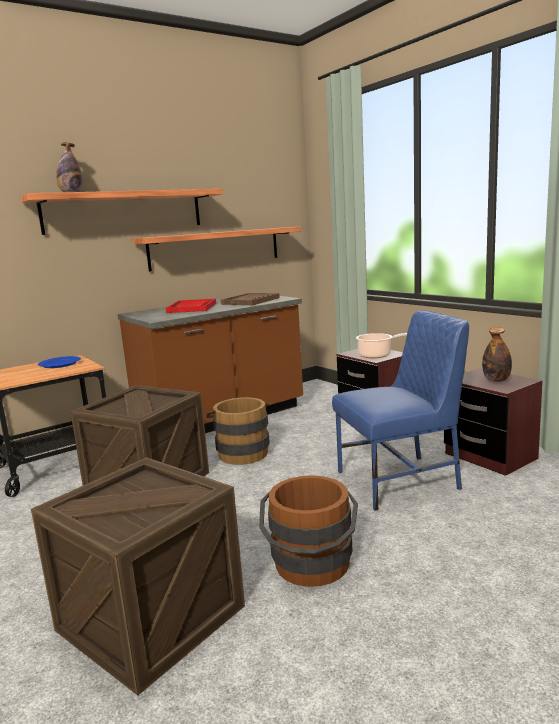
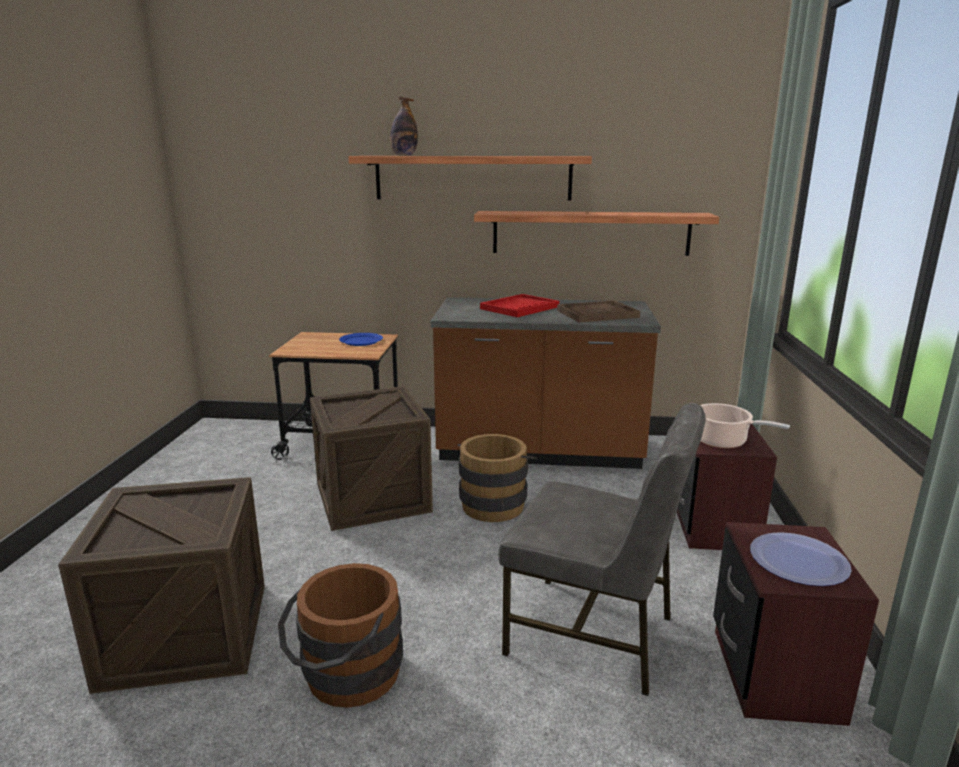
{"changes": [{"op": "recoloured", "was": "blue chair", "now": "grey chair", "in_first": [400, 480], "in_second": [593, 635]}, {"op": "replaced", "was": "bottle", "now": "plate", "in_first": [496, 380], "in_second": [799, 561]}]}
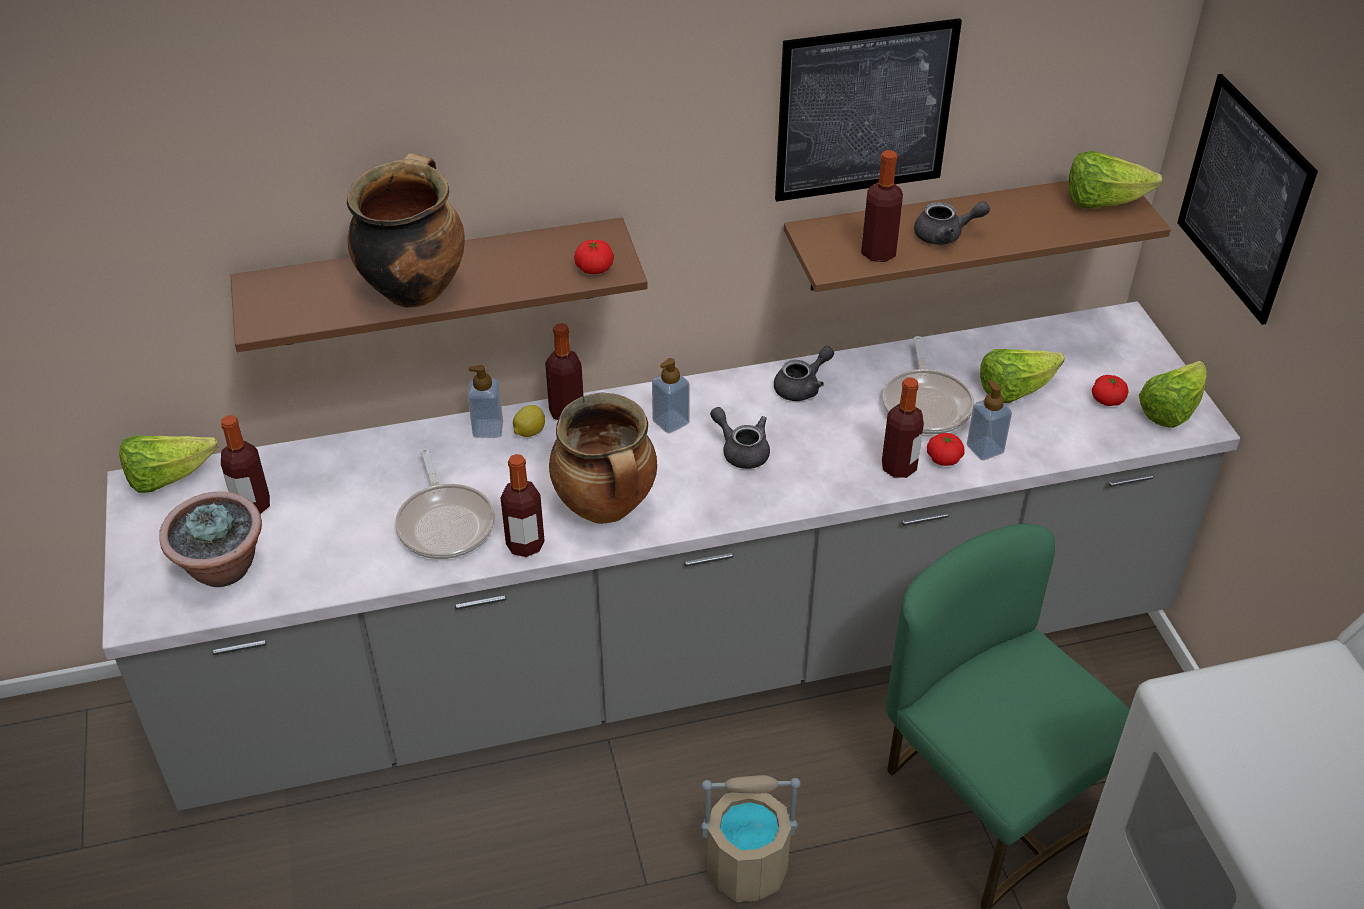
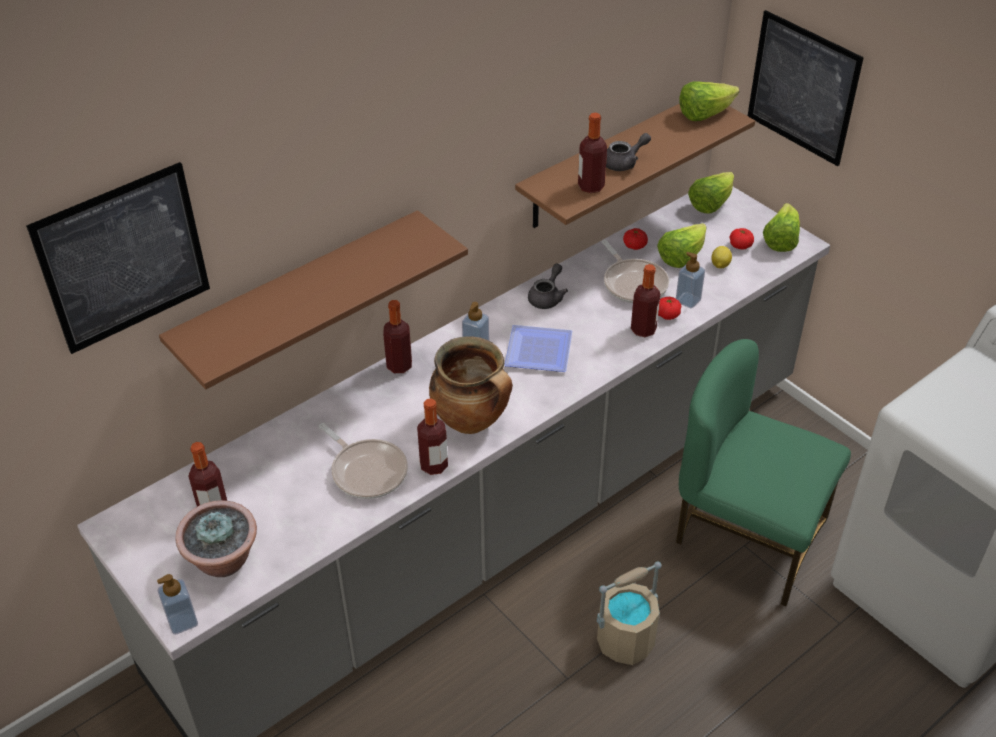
{"changes": [{"op": "moved", "was": "picture", "in_first": [864, 111], "in_second": [123, 258]}, {"op": "moved", "was": "soap dispenser", "in_first": [488, 429], "in_second": [182, 621]}, {"op": "replaced", "was": "grey teapot", "now": "plate", "in_first": [741, 450], "in_second": [536, 352]}, {"op": "moved", "was": "tomato", "in_first": [594, 268], "in_second": [634, 246]}, {"op": "moved", "was": "lettuce", "in_first": [168, 477], "in_second": [710, 204]}, {"op": "moved", "was": "lemon", "in_first": [529, 432], "in_second": [720, 265]}, {"op": "removed", "was": "cooking pot", "in_first": [414, 288]}]}
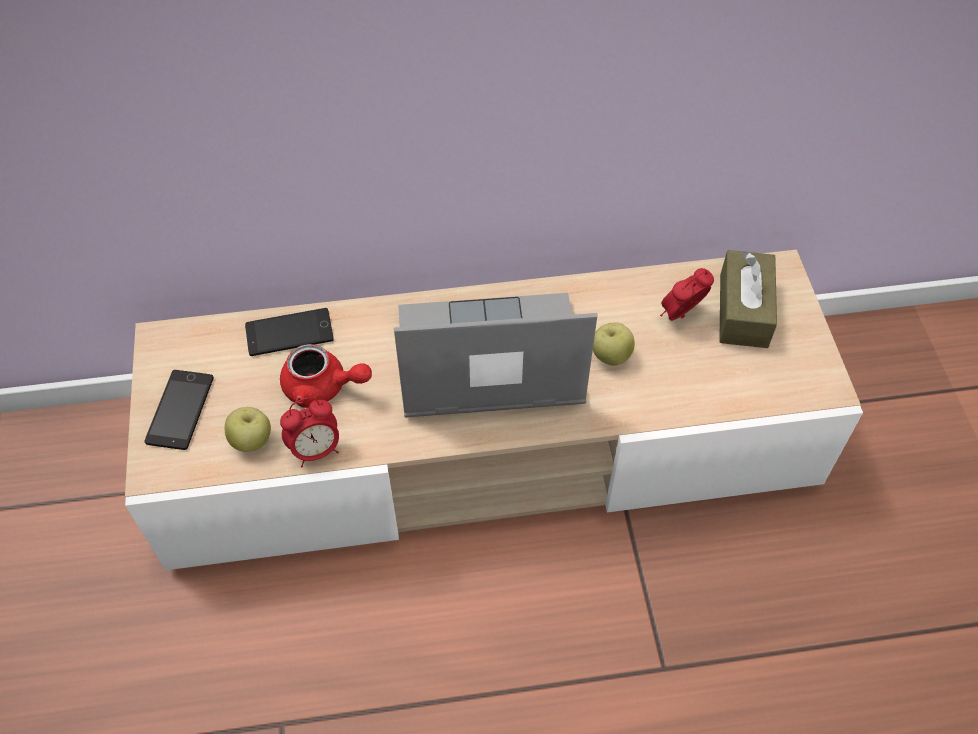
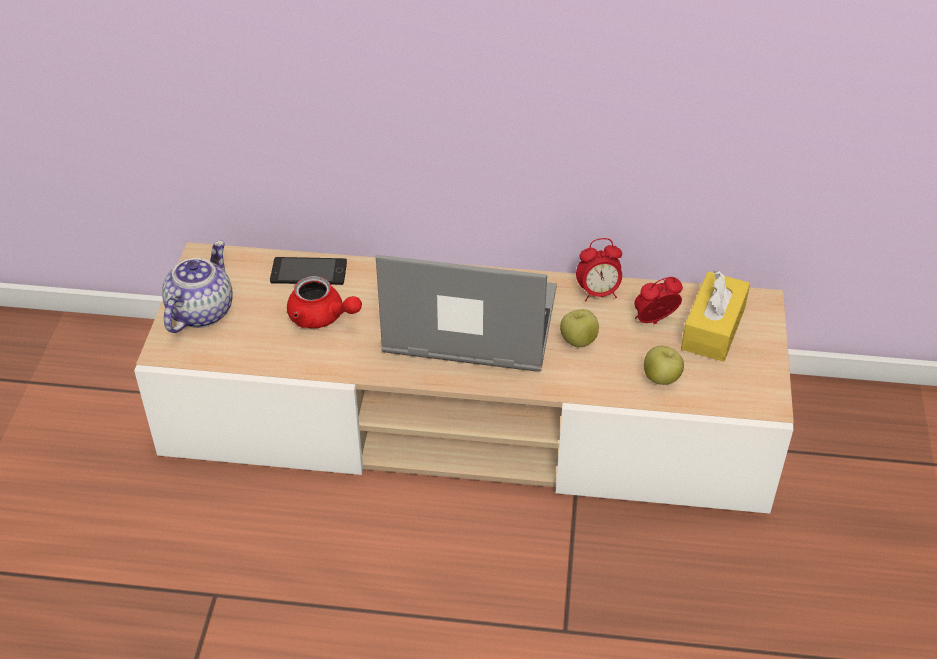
{"changes": [{"op": "replaced", "was": "phone", "now": "teapot", "in_first": [180, 410], "in_second": [200, 311]}, {"op": "moved", "was": "alarm clock", "in_first": [316, 450], "in_second": [598, 293]}, {"op": "moved", "was": "apple", "in_first": [251, 440], "in_second": [661, 378]}, {"op": "recoloured", "was": "brown tissue box", "now": "yellow tissue box", "in_first": [743, 310], "in_second": [713, 328]}]}
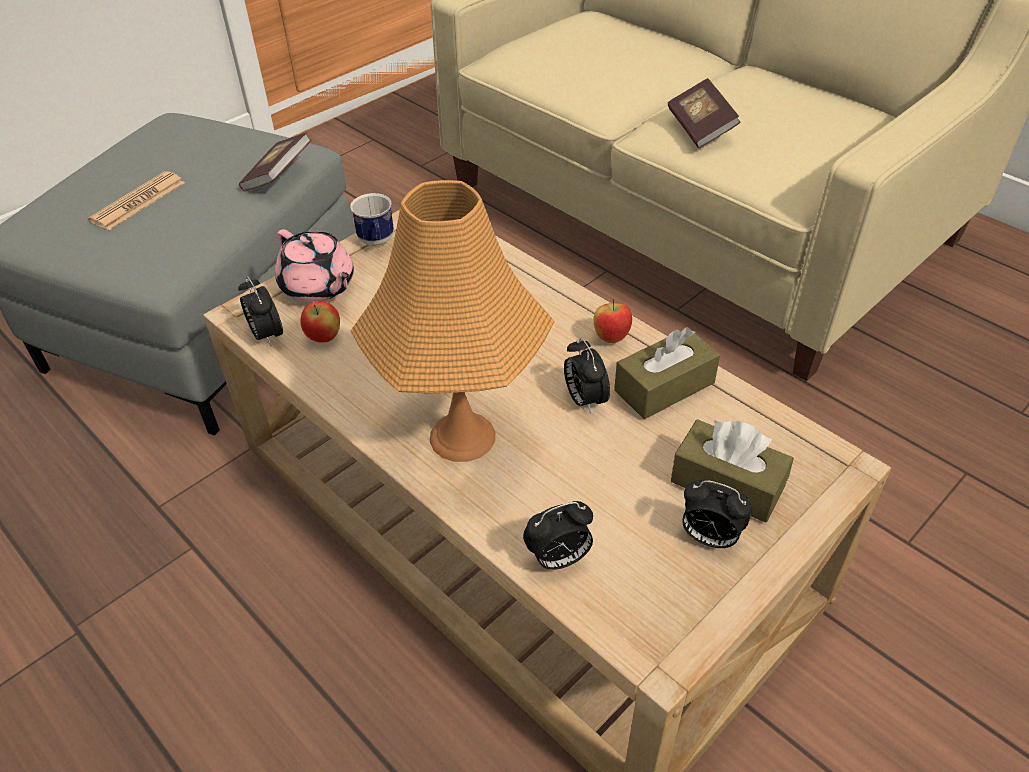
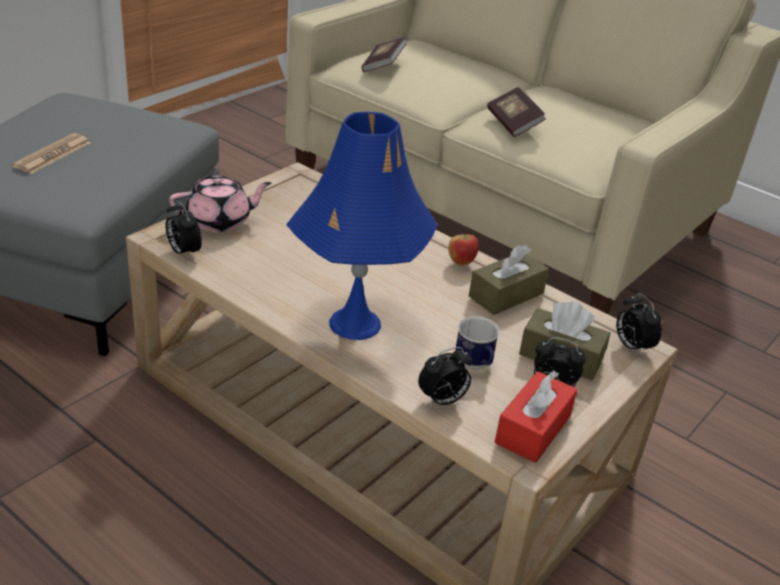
{"changes": [{"op": "turned", "was": "pink teapot", "in_first": [318, 287], "in_second": [220, 221], "clockwise": -60}, {"op": "recoloured", "was": "orange table lamp", "now": "blue table lamp", "in_first": [462, 436], "in_second": [354, 323]}, {"op": "moved", "was": "book", "in_first": [278, 176], "in_second": [383, 66]}, {"op": "moved", "was": "mug", "in_first": [377, 242], "in_second": [475, 366]}, {"op": "added", "now": "red tissue box", "in_second": [533, 429]}, {"op": "moved", "was": "alarm clock", "in_first": [584, 399], "in_second": [631, 346]}, {"op": "removed", "was": "apple", "in_first": [324, 337]}]}
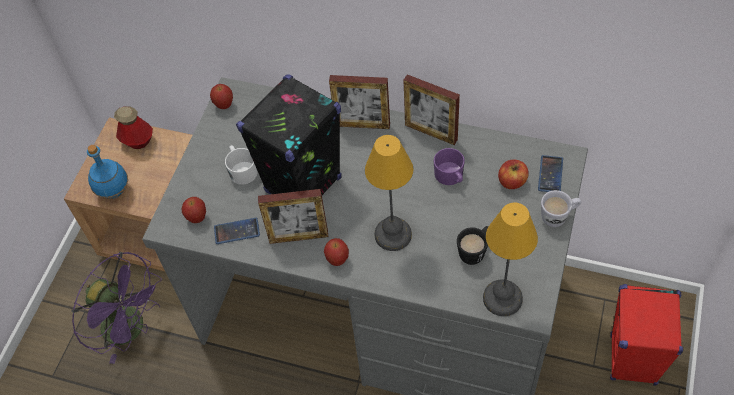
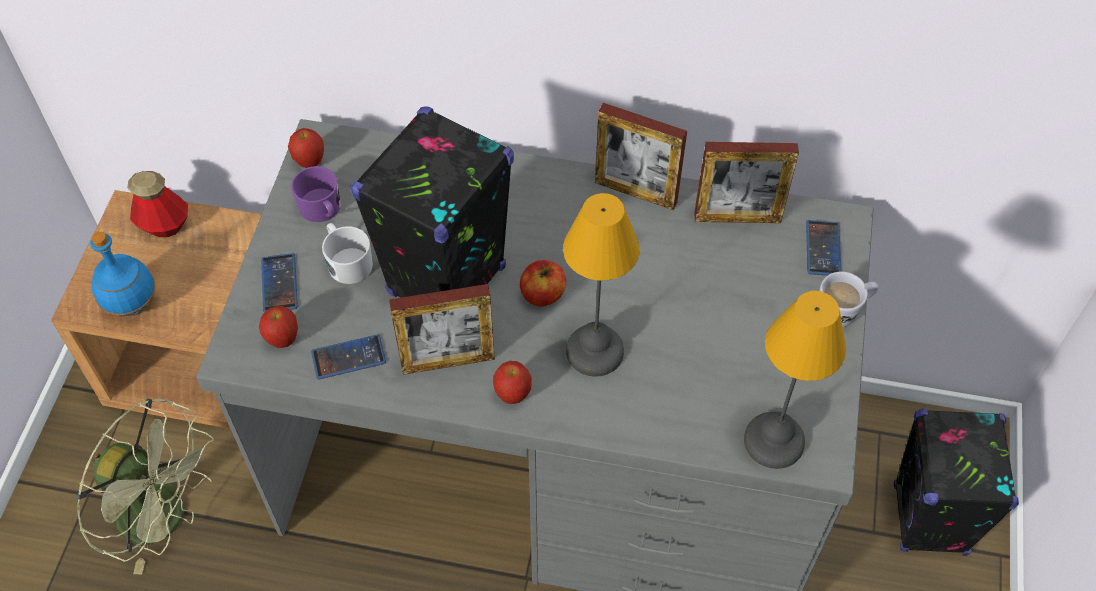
{"changes": [{"op": "recoloured", "was": "purple fan", "now": "green fan", "in_first": [132, 328], "in_second": [166, 517]}, {"op": "added", "now": "phone", "in_second": [279, 283]}, {"op": "moved", "was": "purple mug", "in_first": [450, 176], "in_second": [322, 209]}, {"op": "moved", "was": "apple", "in_first": [512, 181], "in_second": [542, 294]}, {"op": "moved", "was": "picture frame", "in_first": [362, 124], "in_second": [737, 217]}, {"op": "recoloured", "was": "red speaker", "now": "black speaker", "in_first": [632, 360], "in_second": [929, 520]}, {"op": "removed", "was": "black mug", "in_first": [475, 251]}]}
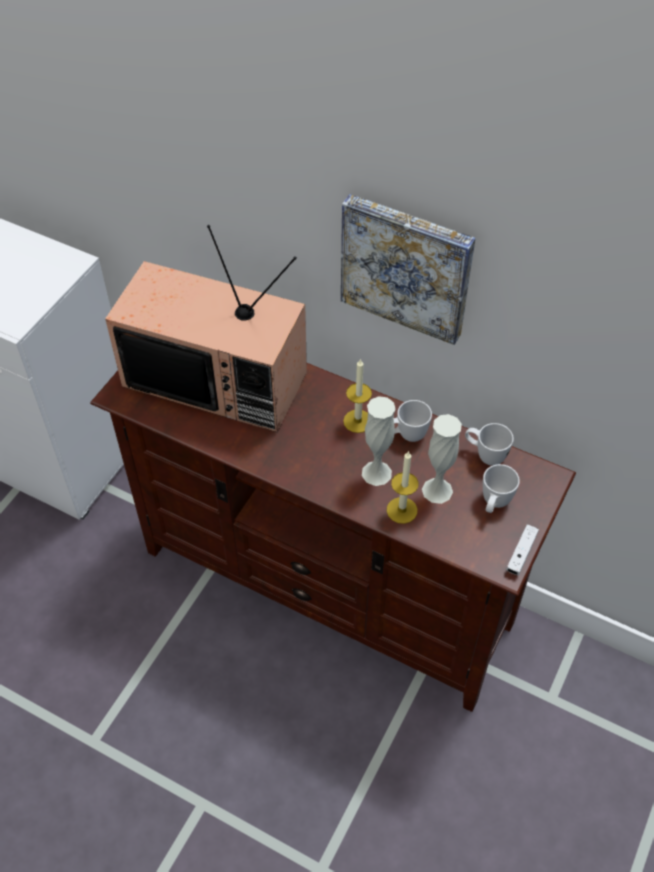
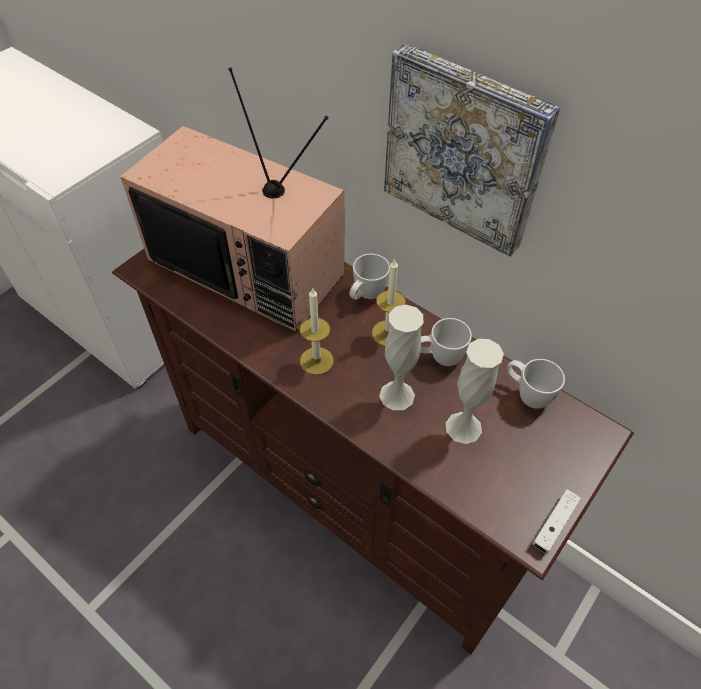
{"changes": [{"op": "moved", "was": "candle", "in_first": [402, 510], "in_second": [316, 361]}, {"op": "moved", "was": "white mug", "in_first": [494, 504], "in_second": [366, 296]}]}
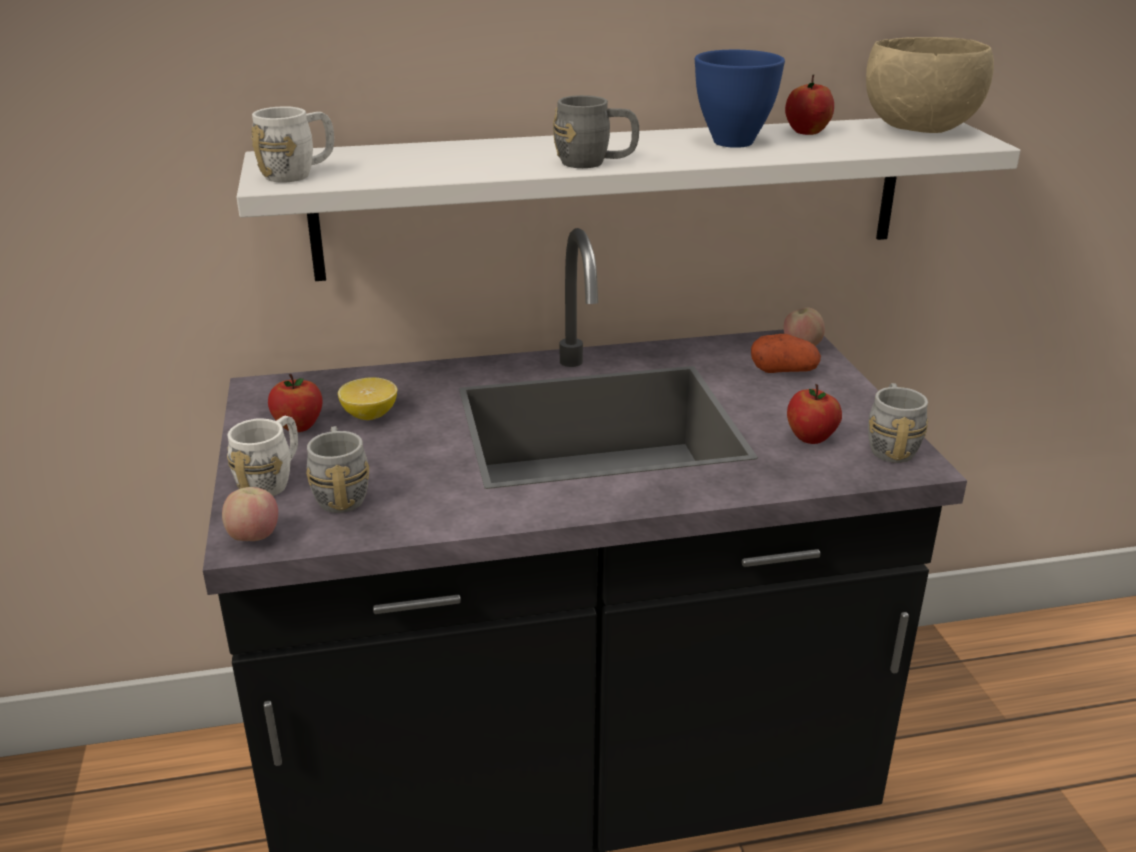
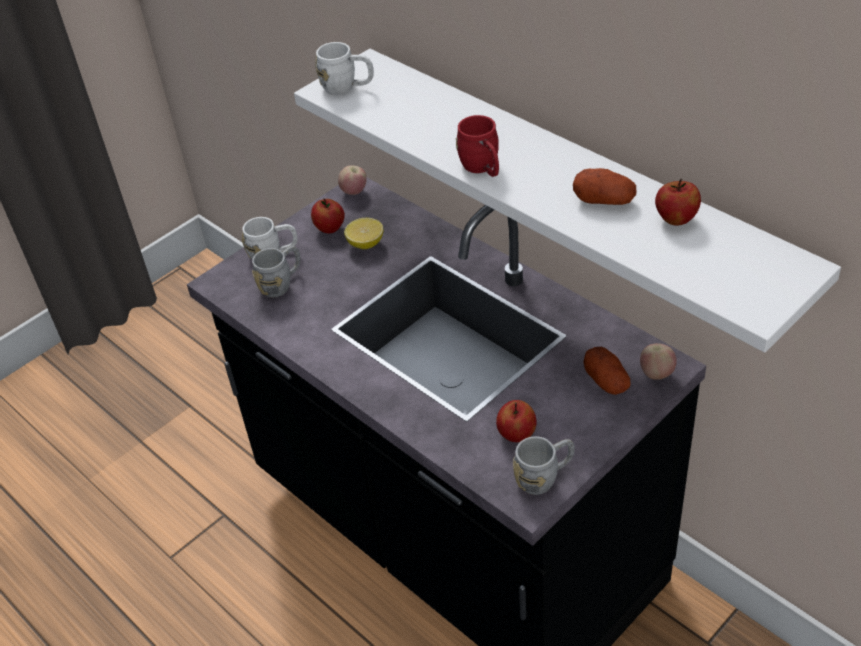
{"changes": [{"op": "moved", "was": "apple", "in_first": [254, 538], "in_second": [354, 192]}, {"op": "recoloured", "was": "grey mug", "now": "red mug", "in_first": [595, 163], "in_second": [483, 169]}, {"op": "replaced", "was": "blue bowl", "now": "potato", "in_first": [735, 142], "in_second": [604, 200]}, {"op": "removed", "was": "beige bowl", "in_first": [921, 130]}]}
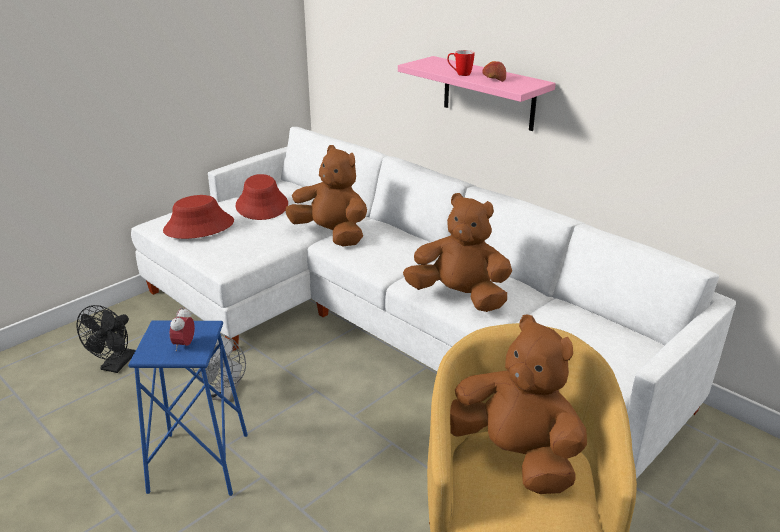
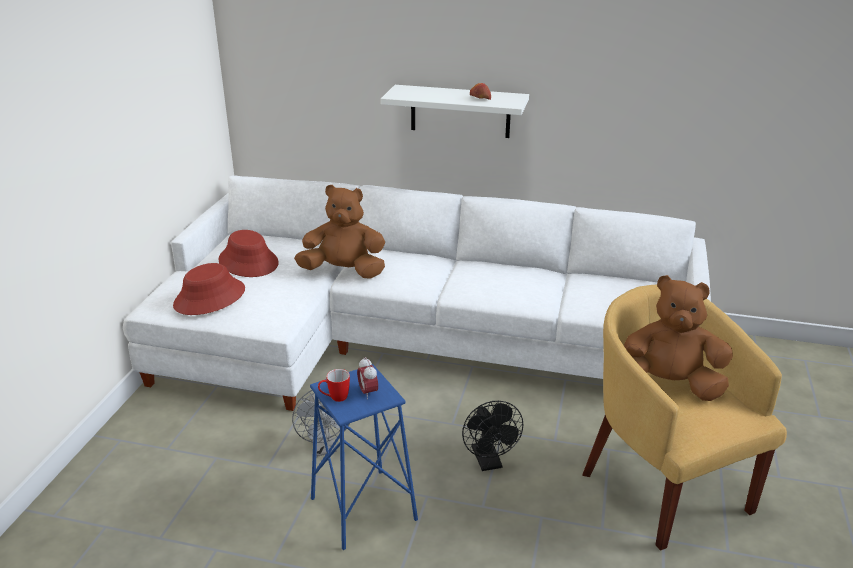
{"changes": [{"op": "moved", "was": "mug", "in_first": [459, 74], "in_second": [334, 398]}, {"op": "recoloured", "was": "pink shelf", "now": "white shelf", "in_first": [488, 93], "in_second": [460, 111]}, {"op": "moved", "was": "black fan", "in_first": [116, 366], "in_second": [489, 462]}, {"op": "removed", "was": "brown plush toy", "in_first": [459, 297]}]}
